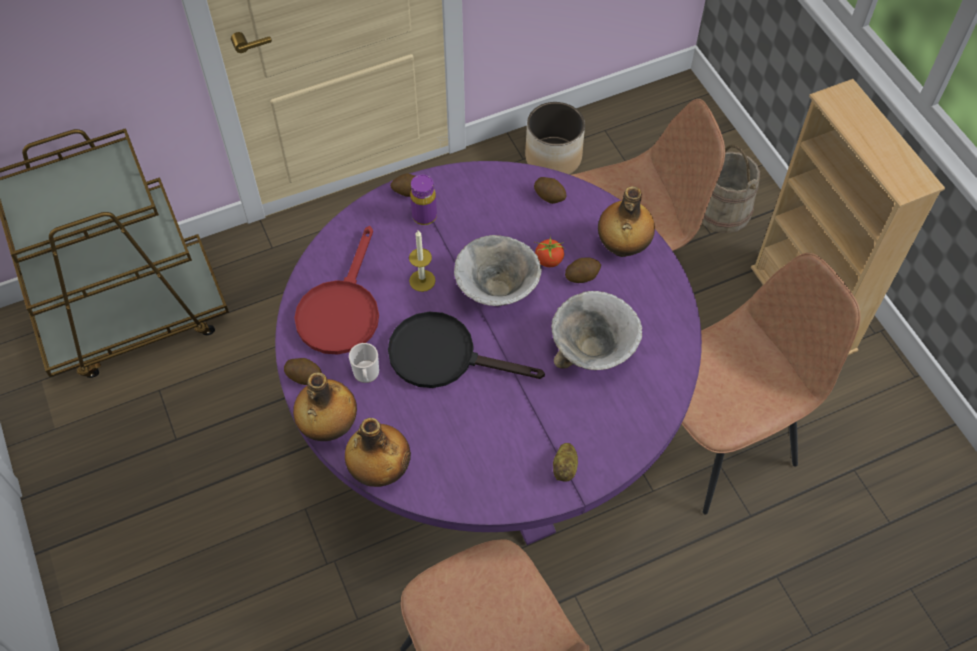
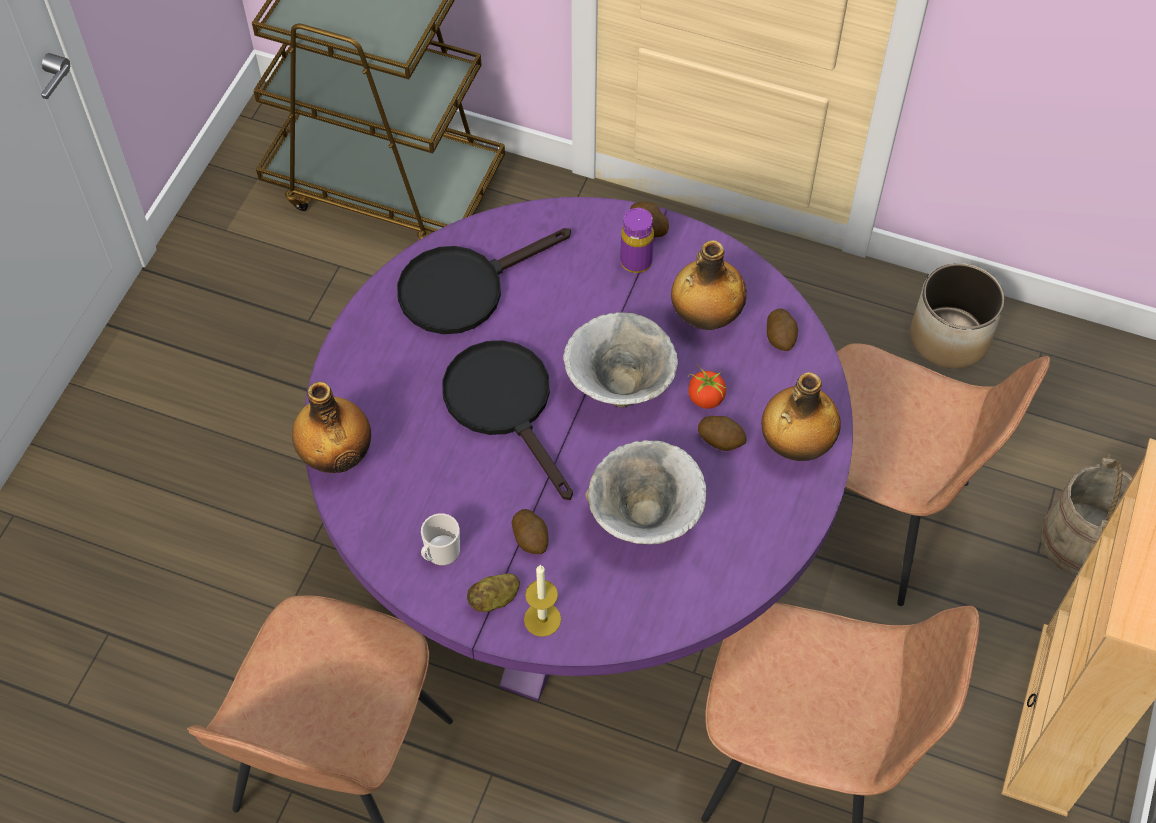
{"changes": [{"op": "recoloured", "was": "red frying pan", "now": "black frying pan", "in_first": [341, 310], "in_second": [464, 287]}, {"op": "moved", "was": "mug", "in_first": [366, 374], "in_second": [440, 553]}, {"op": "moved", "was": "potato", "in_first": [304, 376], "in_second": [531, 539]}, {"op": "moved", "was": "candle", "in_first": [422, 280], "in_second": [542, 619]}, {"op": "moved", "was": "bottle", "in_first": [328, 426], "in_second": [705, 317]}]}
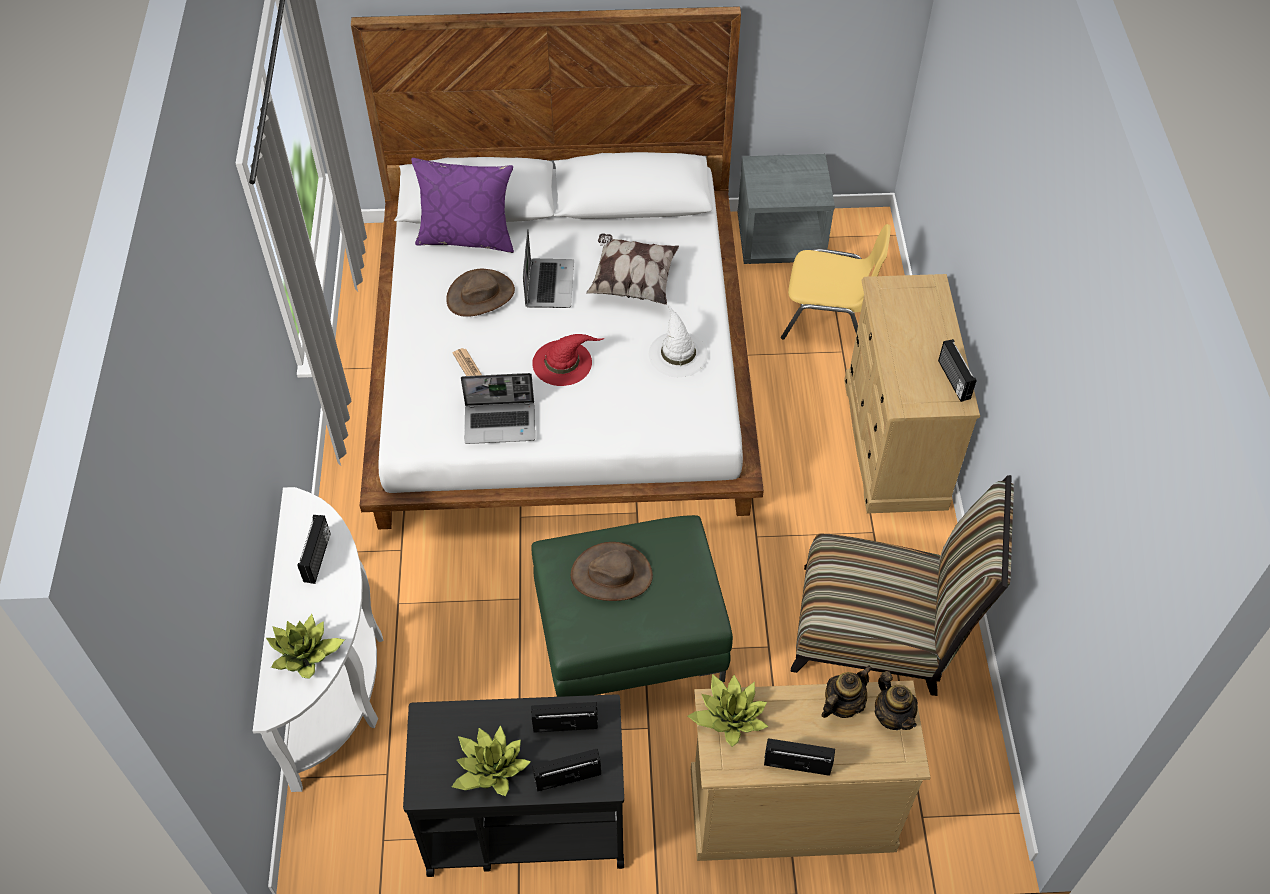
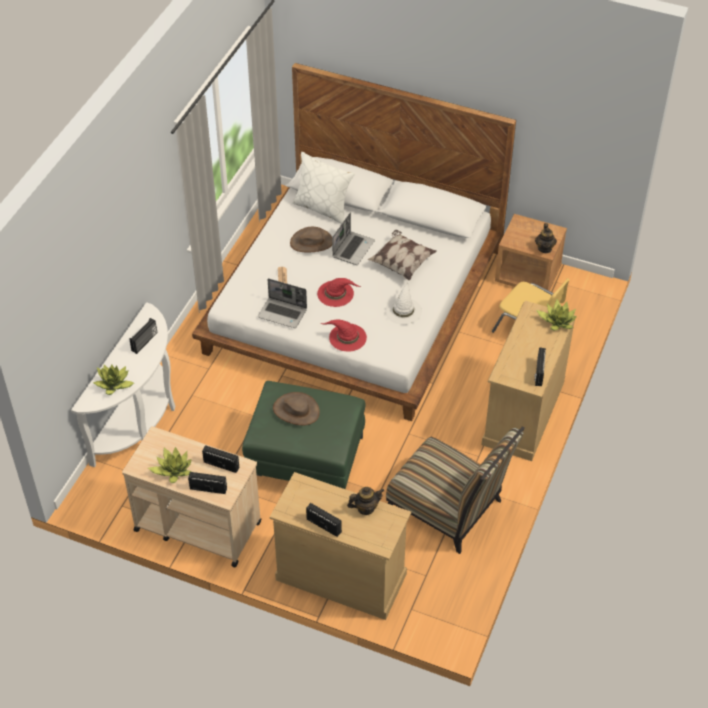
{"changes": [{"op": "recoloured", "was": "black cart", "now": "beige cart", "in_first": [524, 822], "in_second": [197, 526]}, {"op": "recoloured", "was": "purple pillow", "now": "white pillow", "in_first": [467, 237], "in_second": [323, 208]}, {"op": "added", "now": "red hat", "in_second": [347, 337]}, {"op": "recoloured", "was": "grey nightstand", "now": "brown nightstand", "in_first": [781, 240], "in_second": [528, 275]}, {"op": "moved", "was": "teapot", "in_first": [892, 716], "in_second": [545, 248]}, {"op": "moved", "was": "potted plant", "in_first": [729, 716], "in_second": [557, 321]}]}
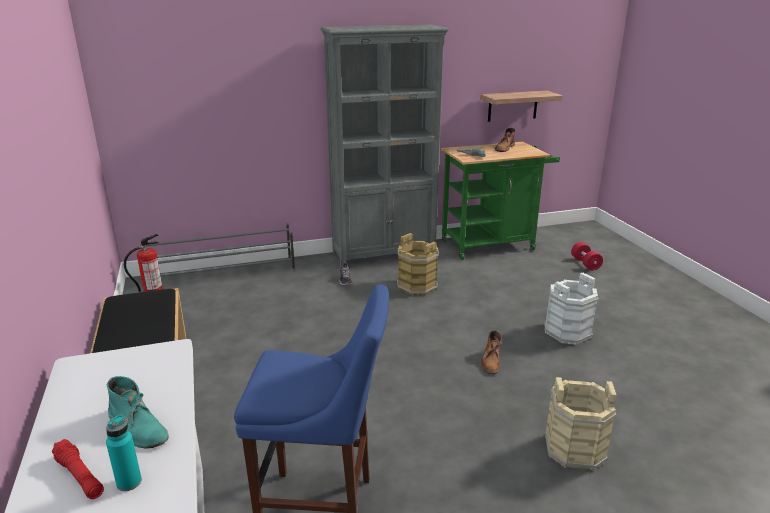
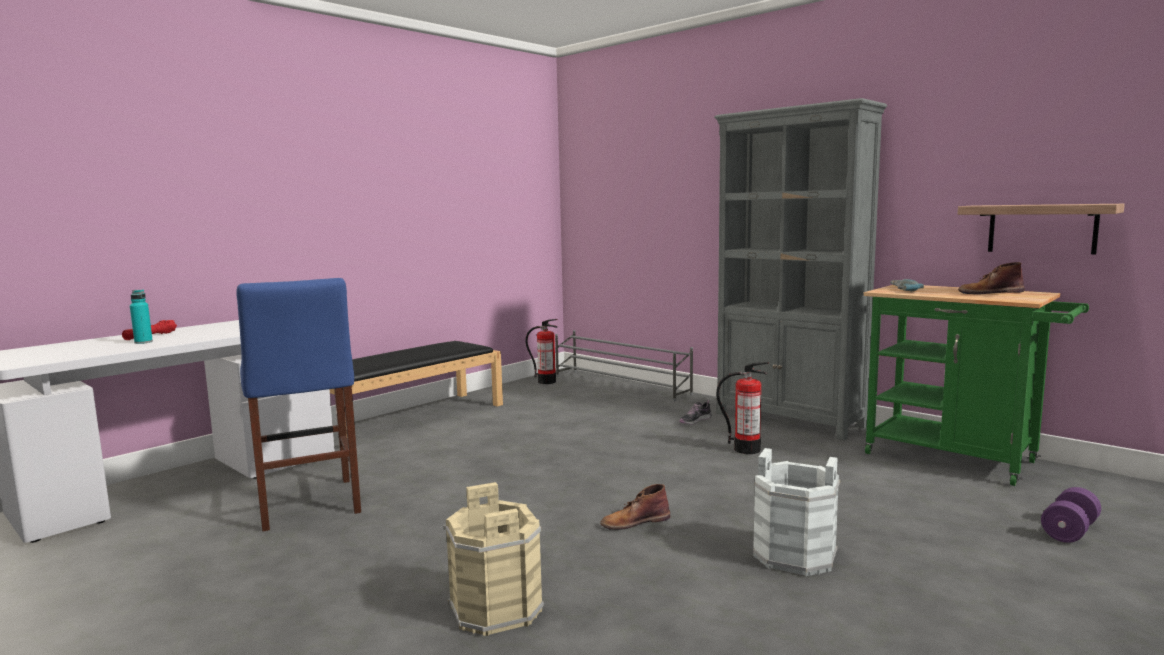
{"changes": [{"op": "replaced", "was": "brown bucket", "now": "fire extinguisher", "in_first": [417, 286], "in_second": [746, 449]}, {"op": "recoloured", "was": "red dumbbell", "now": "purple dumbbell", "in_first": [585, 263], "in_second": [1069, 531]}, {"op": "removed", "was": "turquoise boot", "in_first": [137, 427]}]}
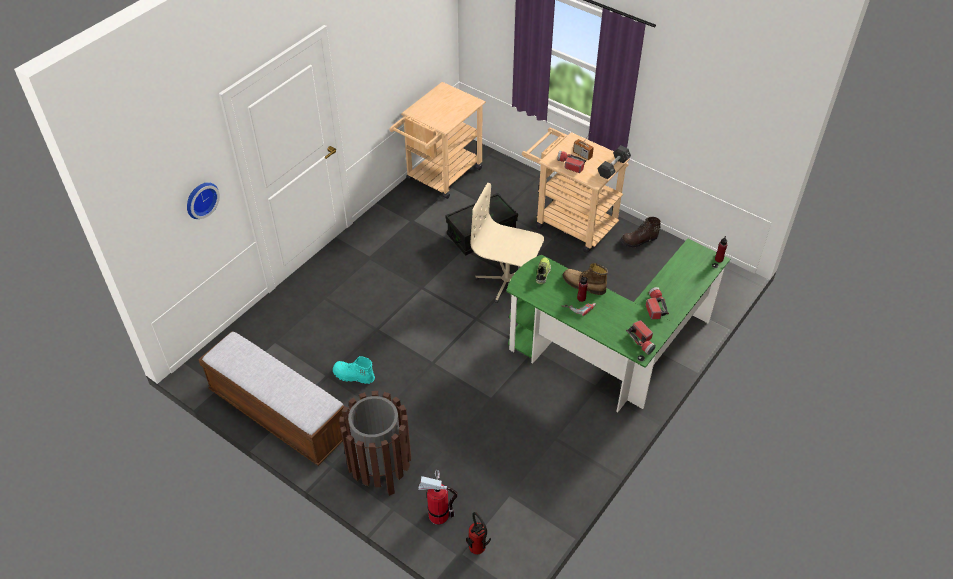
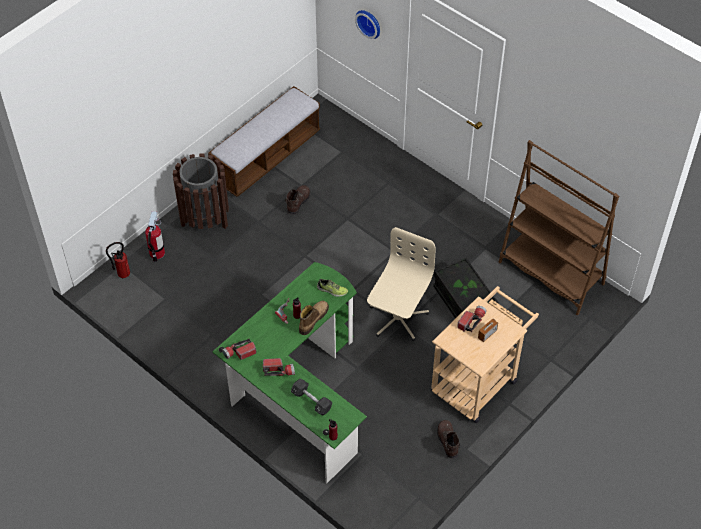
{"changes": [{"op": "recoloured", "was": "turquoise boot", "now": "brown boot", "in_first": [353, 376], "in_second": [298, 202]}, {"op": "moved", "was": "black dumbbell", "in_first": [613, 167], "in_second": [311, 401]}, {"op": "replaced", "was": "beige cart", "now": "brown bookcase", "in_first": [440, 177], "in_second": [551, 273]}]}
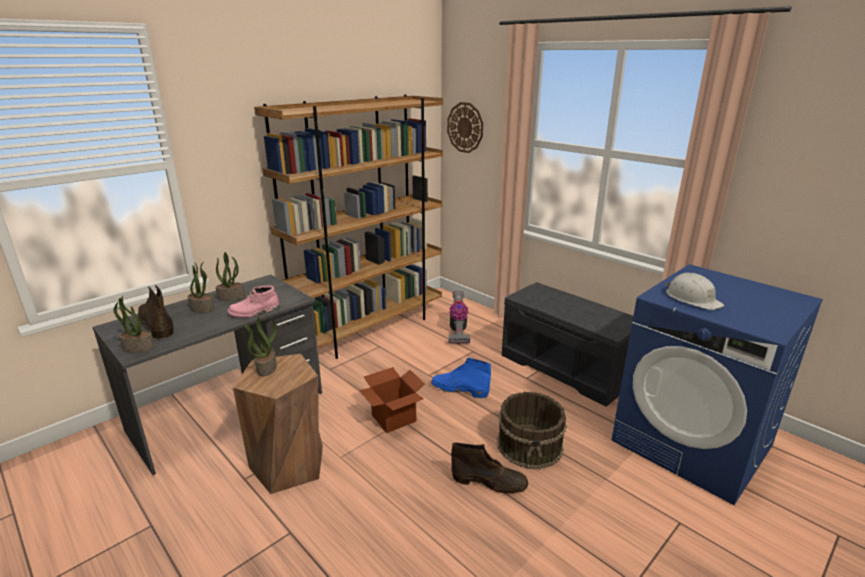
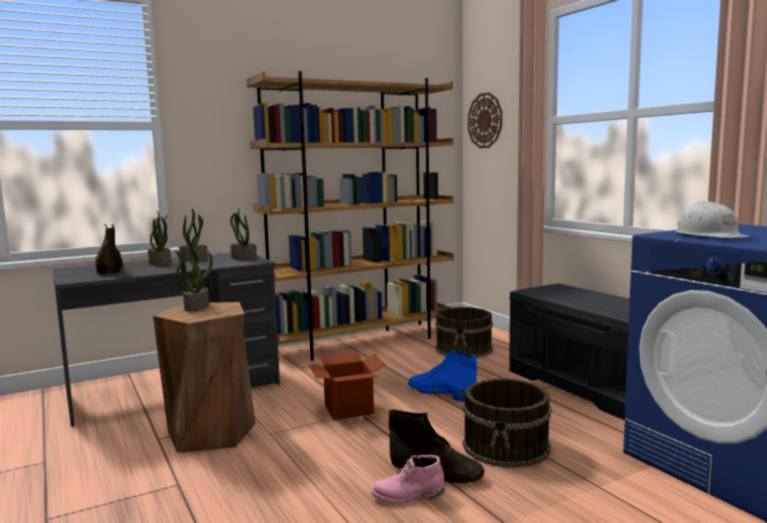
{"changes": [{"op": "moved", "was": "potted plant", "in_first": [137, 348], "in_second": [243, 258]}, {"op": "moved", "was": "pink boot", "in_first": [254, 312], "in_second": [408, 495]}, {"op": "replaced", "was": "vacuum cleaner", "now": "brown bucket", "in_first": [457, 331], "in_second": [464, 349]}]}
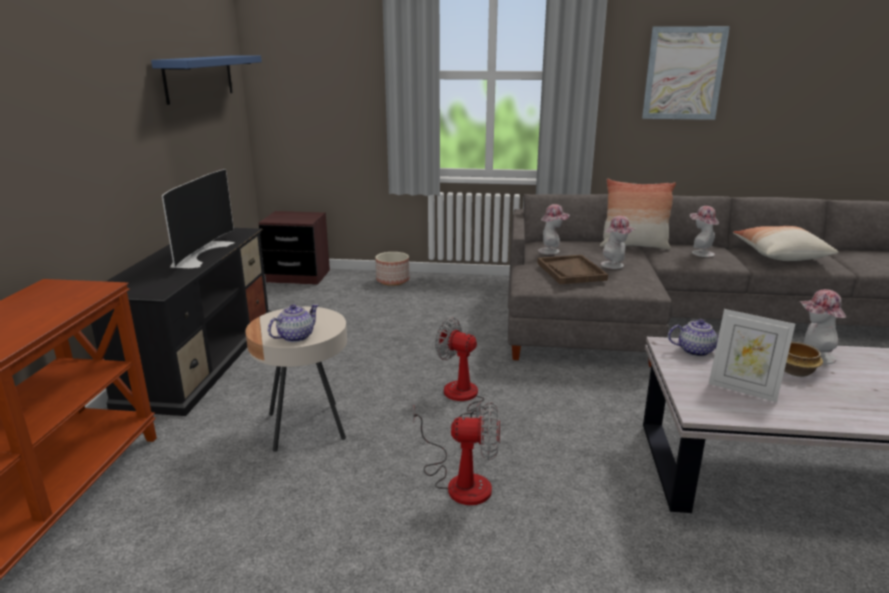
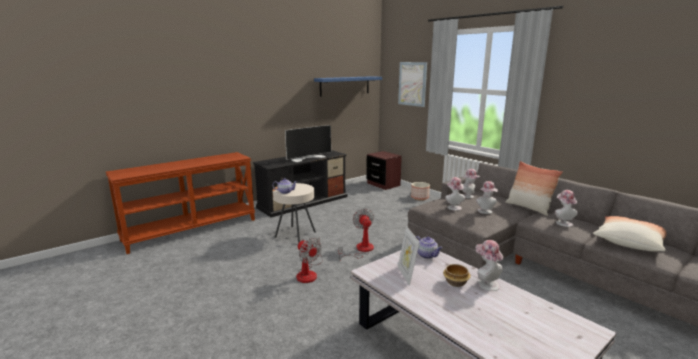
{"changes": [{"op": "moved", "was": "picture", "in_first": [684, 73], "in_second": [412, 84]}, {"op": "replaced", "was": "brown tray", "now": "hat", "in_first": [571, 271], "in_second": [453, 207]}]}
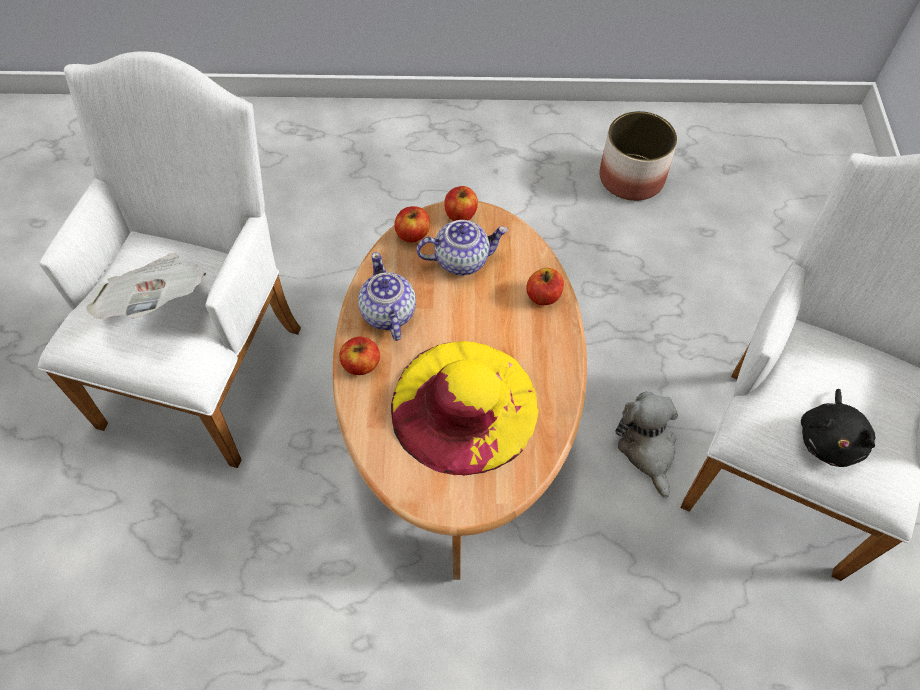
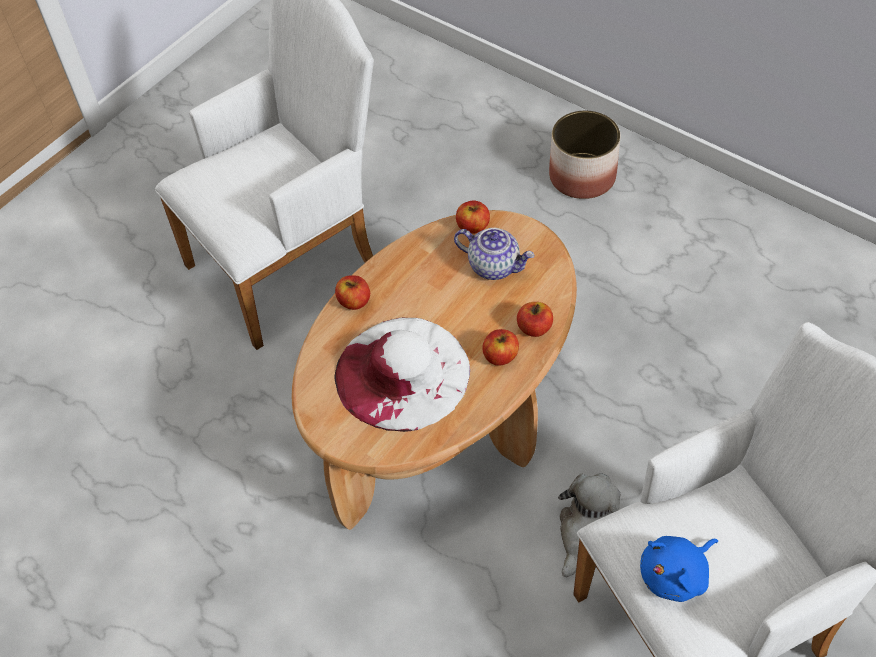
{"changes": [{"op": "recoloured", "was": "yellow hat", "now": "white hat", "in_first": [464, 405], "in_second": [402, 373]}, {"op": "moved", "was": "apple", "in_first": [460, 214], "in_second": [500, 356]}, {"op": "moved", "was": "planter", "in_first": [631, 177], "in_second": [582, 176]}, {"op": "recoloured", "was": "black plush toy", "now": "blue plush toy", "in_first": [830, 439], "in_second": [676, 575]}, {"op": "removed", "was": "newspaper", "in_first": [158, 302]}, {"op": "removed", "was": "teapot", "in_first": [388, 313]}]}
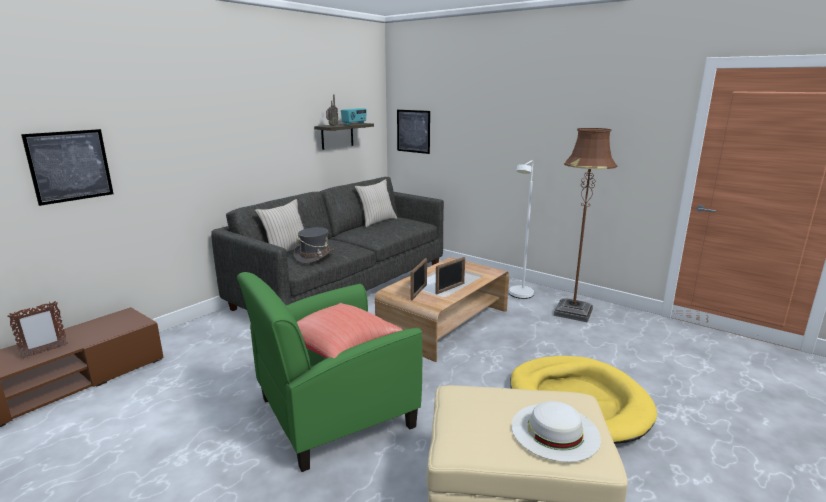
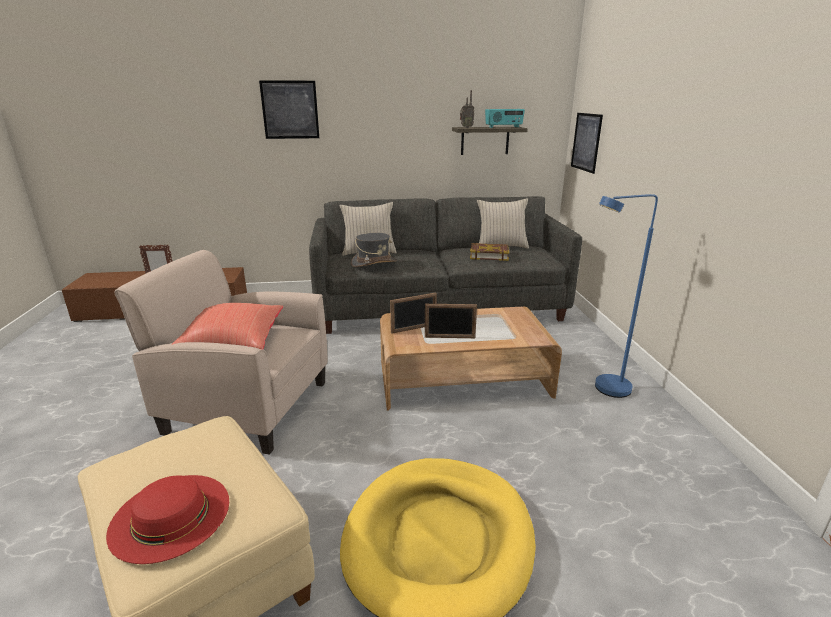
{"changes": [{"op": "recoloured", "was": "white hat", "now": "red hat", "in_first": [555, 431], "in_second": [170, 515]}, {"op": "recoloured", "was": "green armchair", "now": "beige armchair", "in_first": [333, 413], "in_second": [246, 406]}, {"op": "moved", "was": "picture", "in_first": [70, 166], "in_second": [290, 110]}, {"op": "added", "now": "book", "in_second": [489, 255]}, {"op": "recoloured", "was": "white floor lamp", "now": "blue floor lamp", "in_first": [519, 296], "in_second": [604, 390]}, {"op": "removed", "was": "brown floor lamp", "in_first": [573, 312]}]}
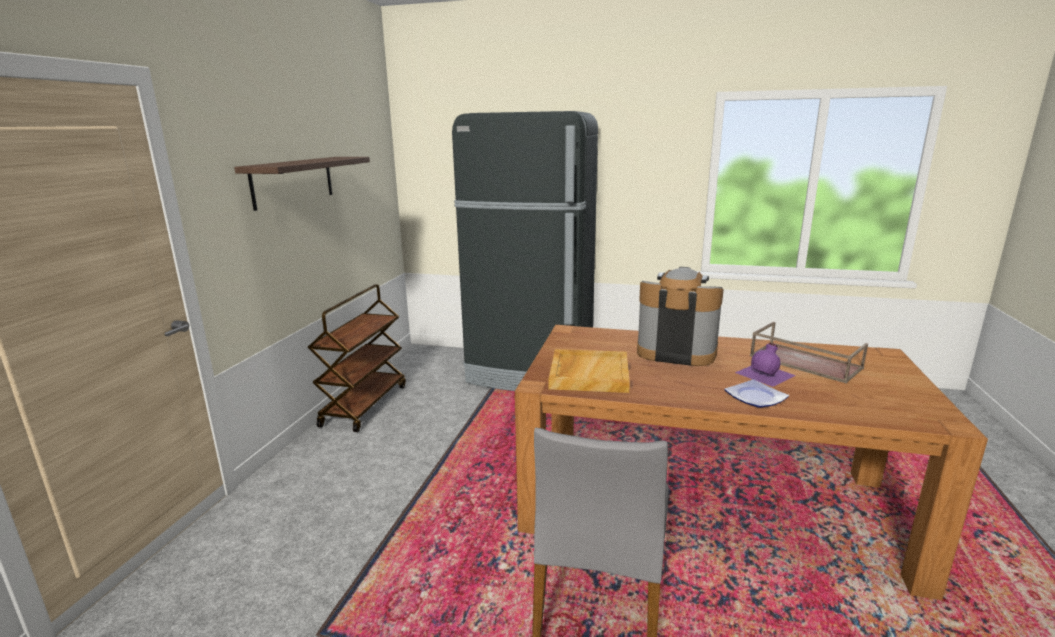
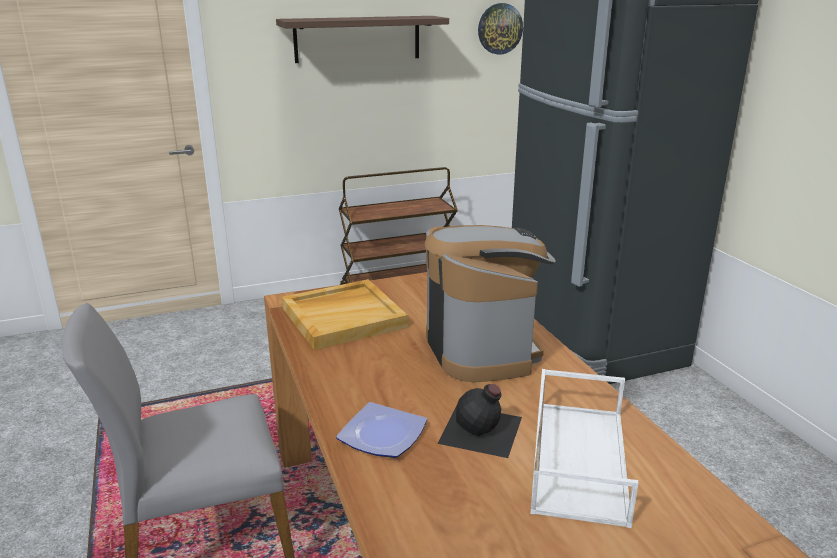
{"changes": [{"op": "recoloured", "was": "purple bottle", "now": "black bottle", "in_first": [766, 374], "in_second": [481, 431]}, {"op": "added", "now": "wall clock", "in_second": [499, 28]}, {"op": "recoloured", "was": "brown tray", "now": "white tray", "in_first": [803, 362], "in_second": [577, 458]}]}
